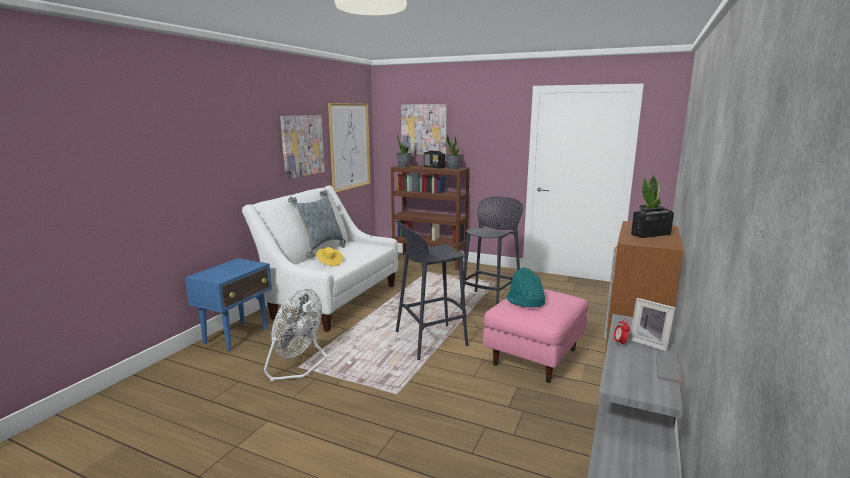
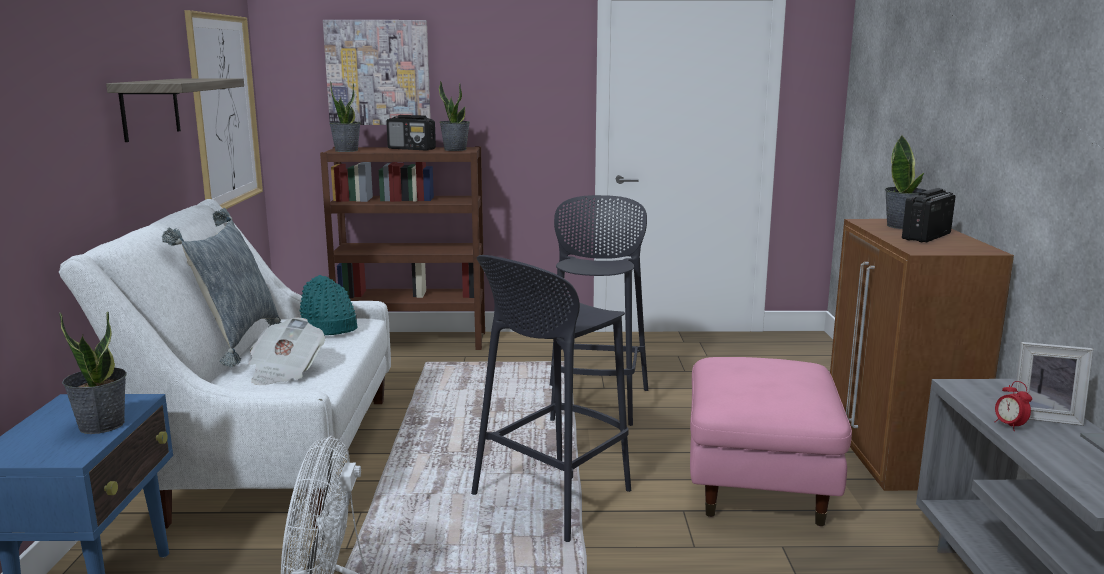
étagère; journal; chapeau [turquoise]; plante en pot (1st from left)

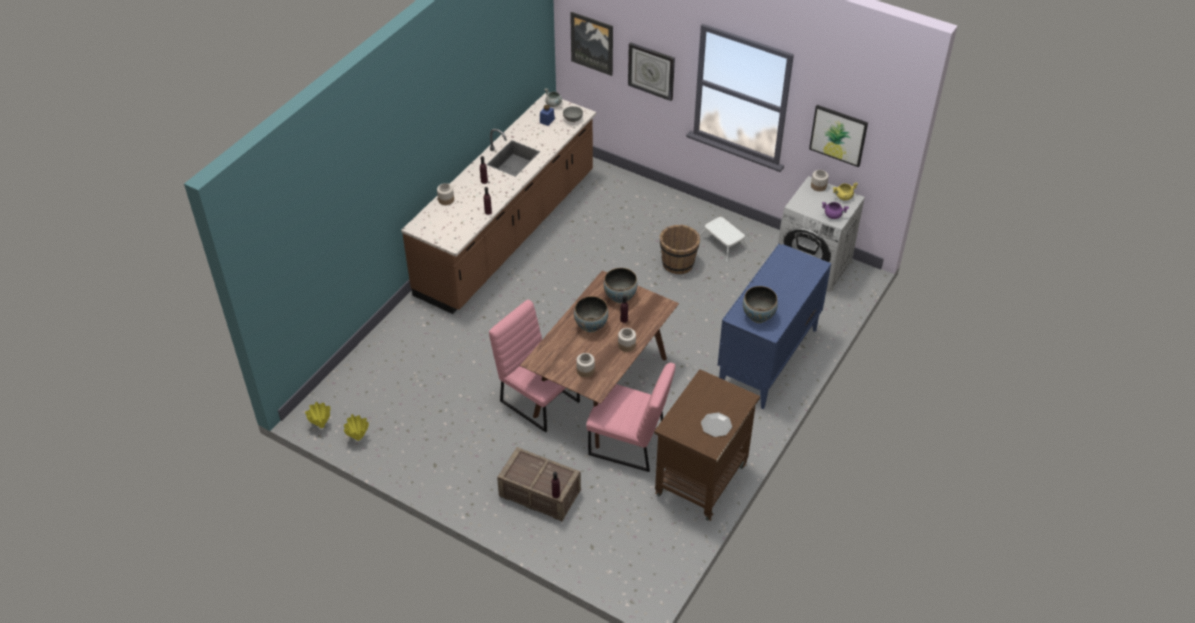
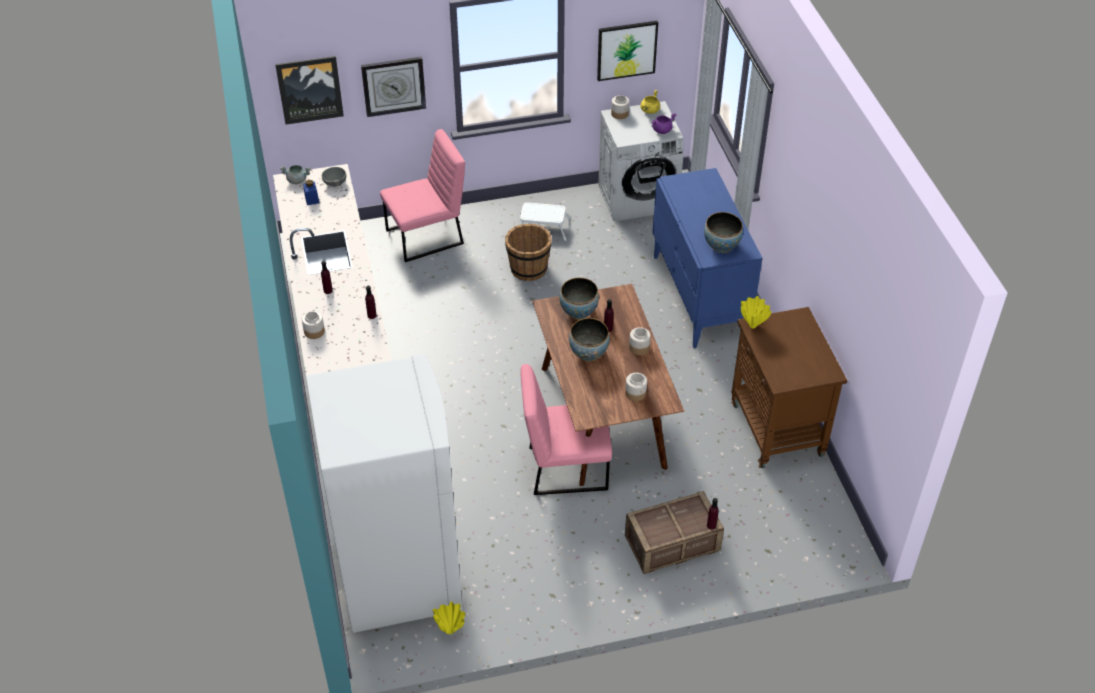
vase [jaune] (2nd from left); chaise [rose] (1st from left); assiette; réfrigérateur [blanc]

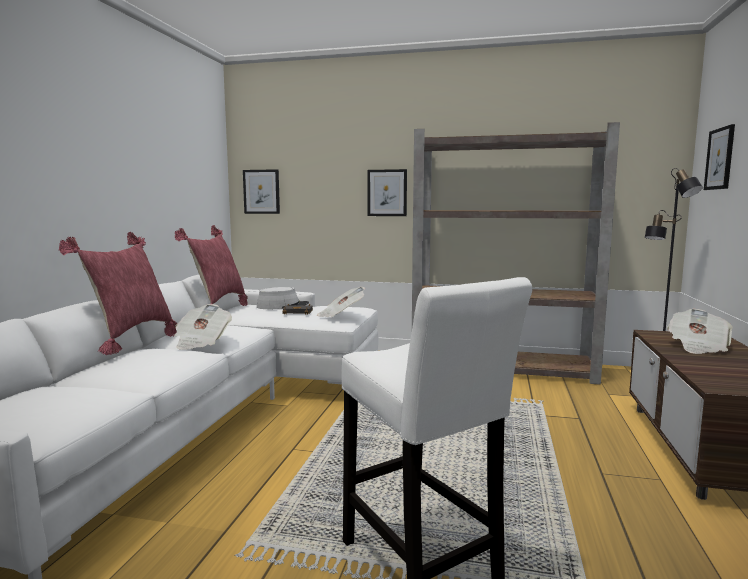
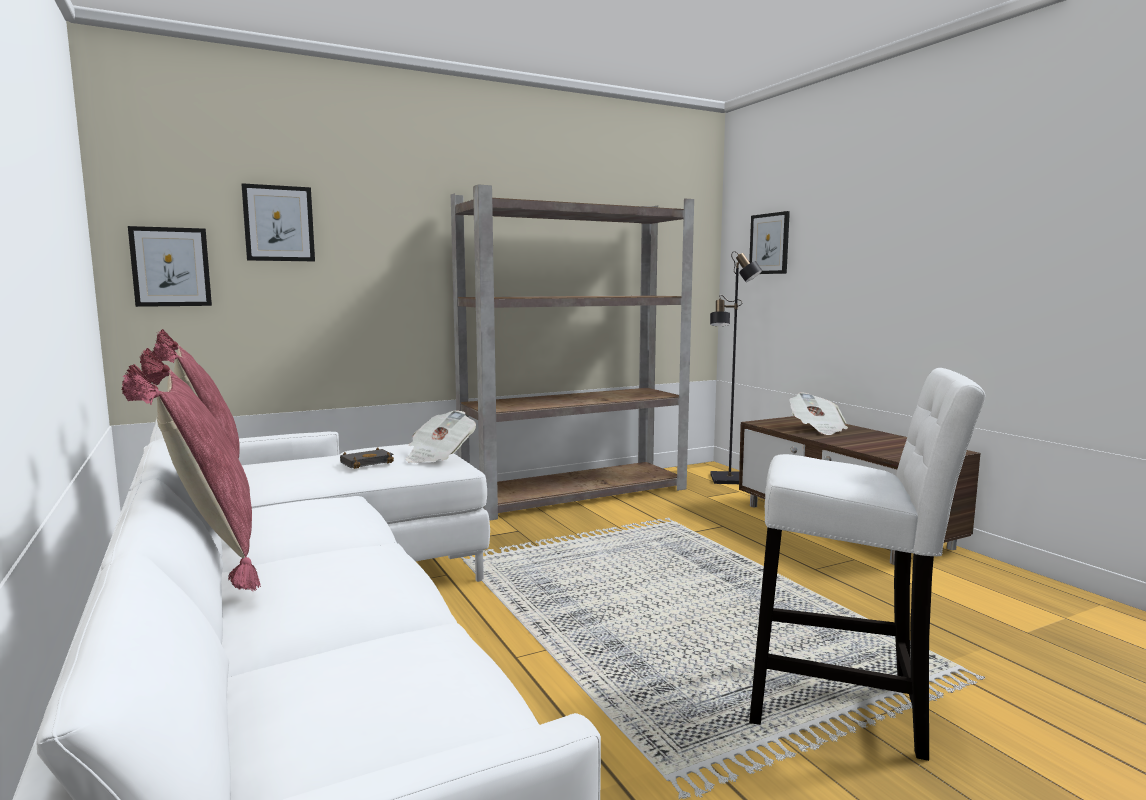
journal (1st from left in the first image); chapeau [gris]; tableau (2nd from left)

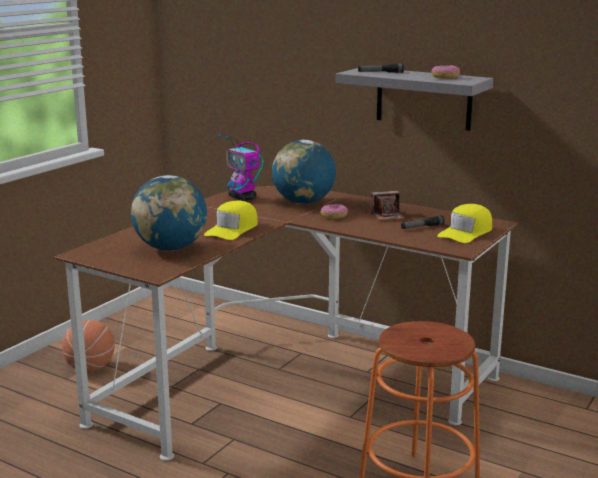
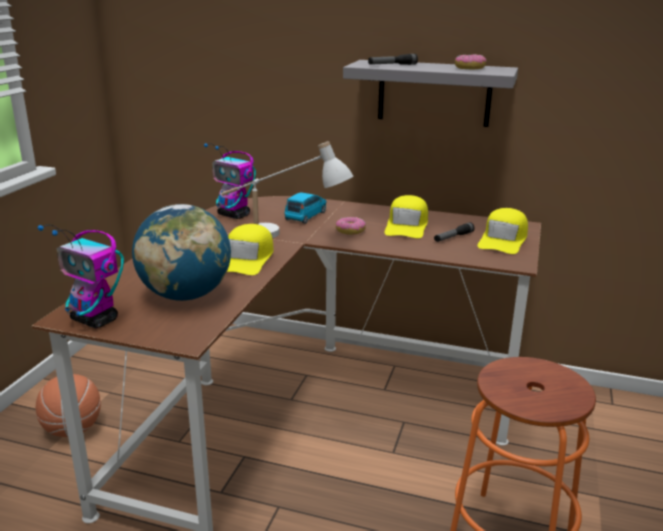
petite voiture [bleu]; casquette [jaune] (2nd from left); robot jouet (1st from left); lampe de table [blanc]

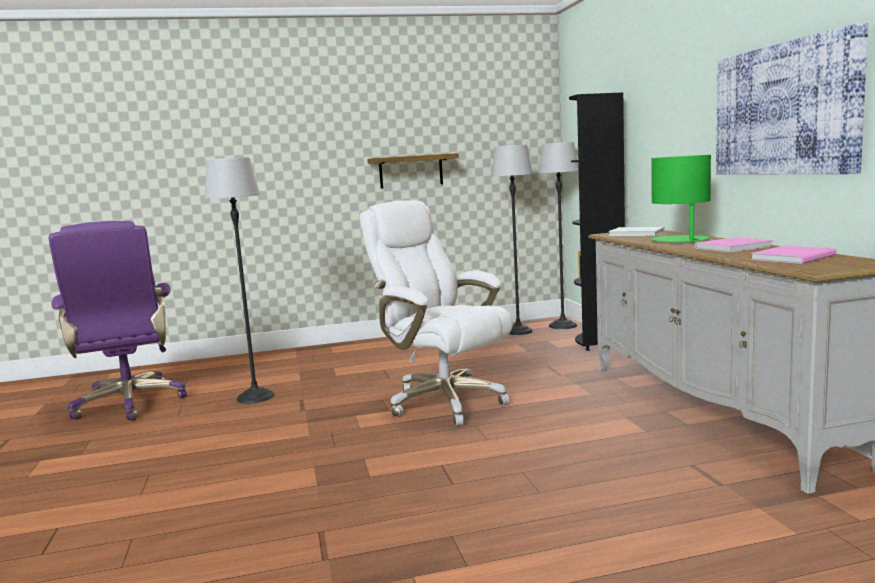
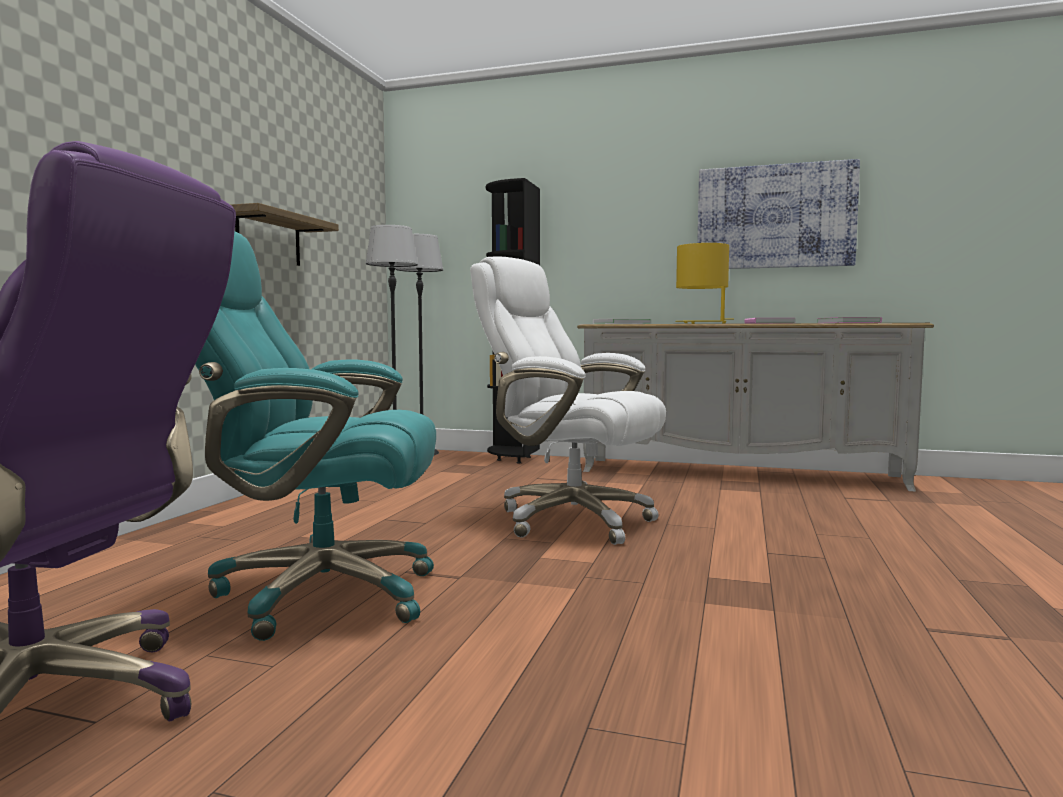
chaise de bureau [turquoise]; chaise de bureau [blanc]; lampe de table [jaune]

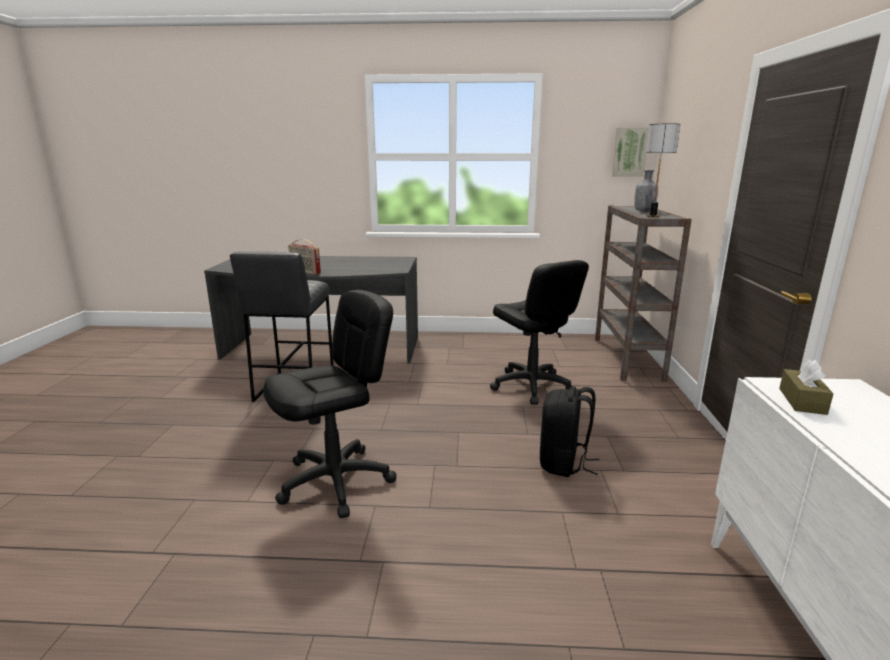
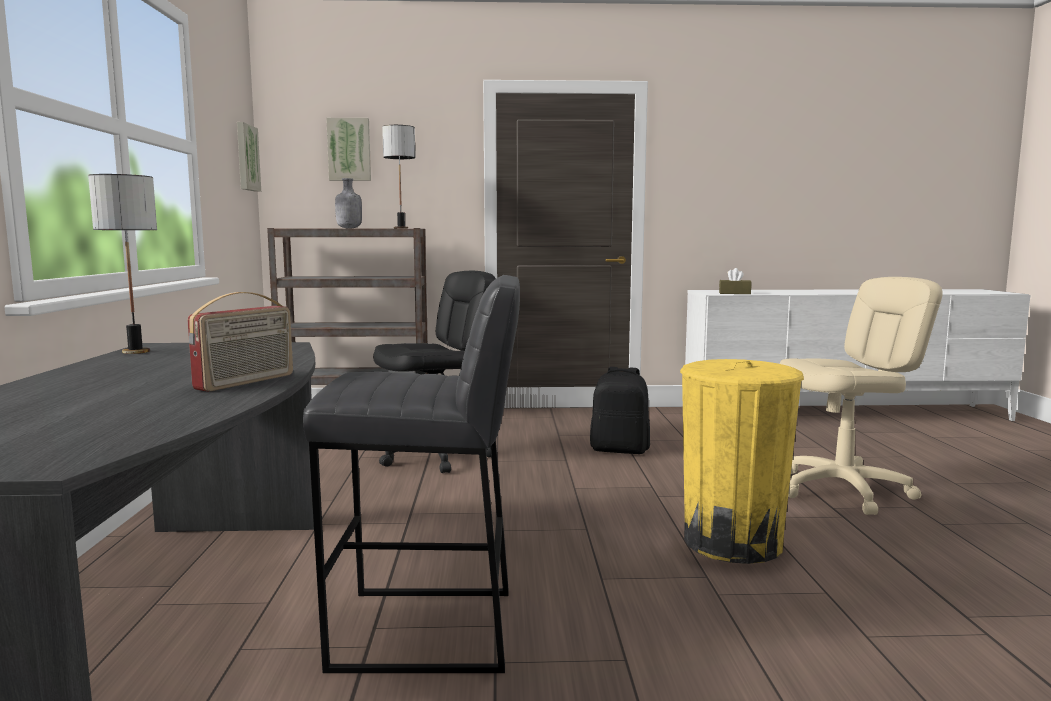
poubelle [jaune]; lampe de table (1st from left); tableau (2nd from left); chaise de bureau [beige]

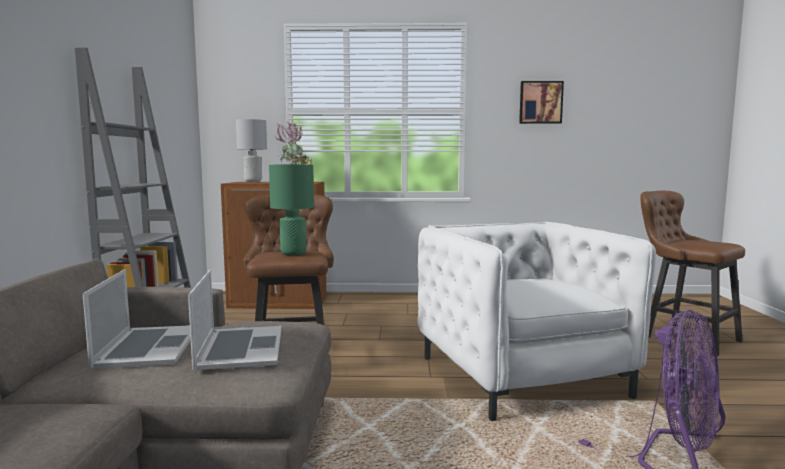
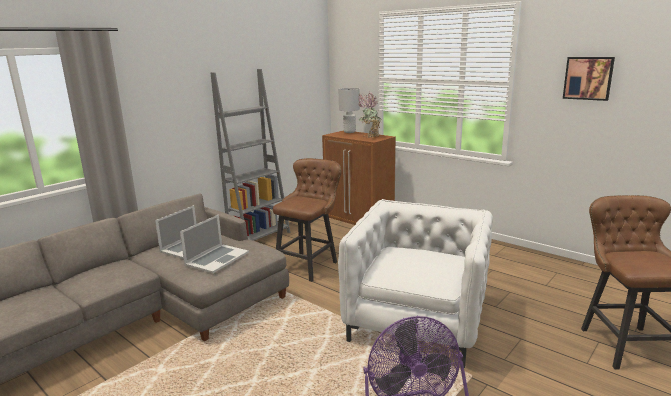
lampe de table [vert]

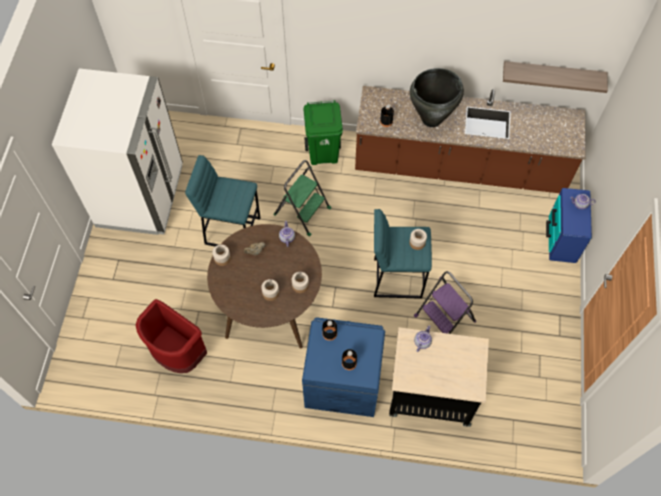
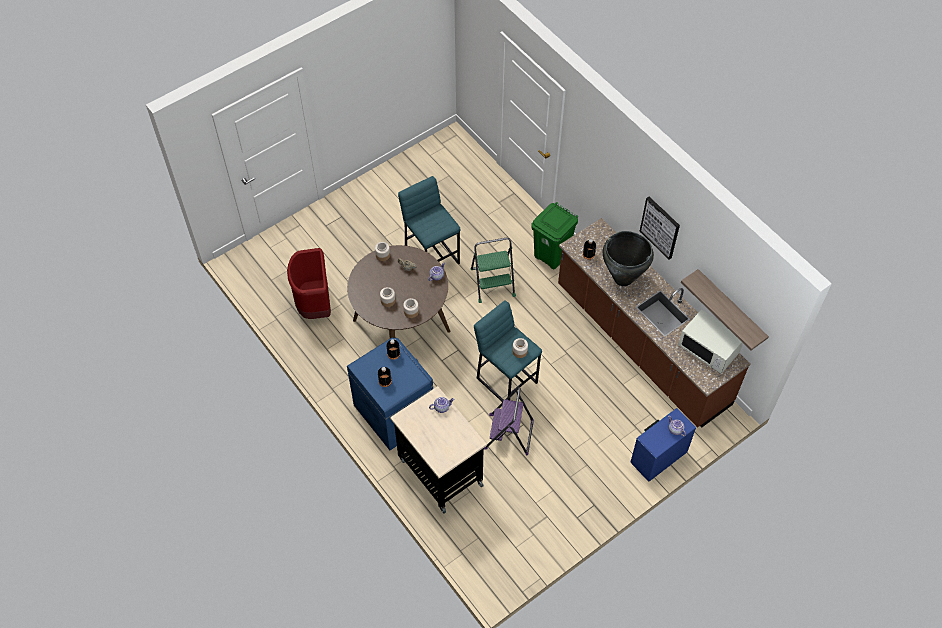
réfrigérateur [blanc]; tableau; micro-ondes [blanc]

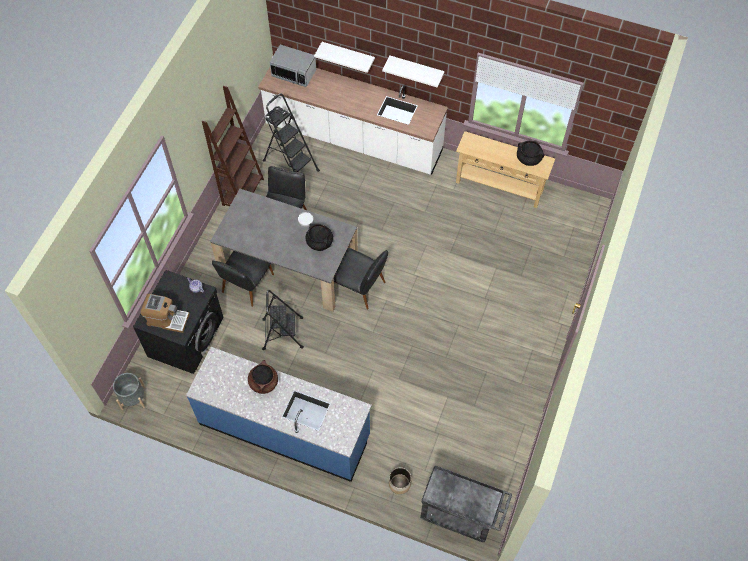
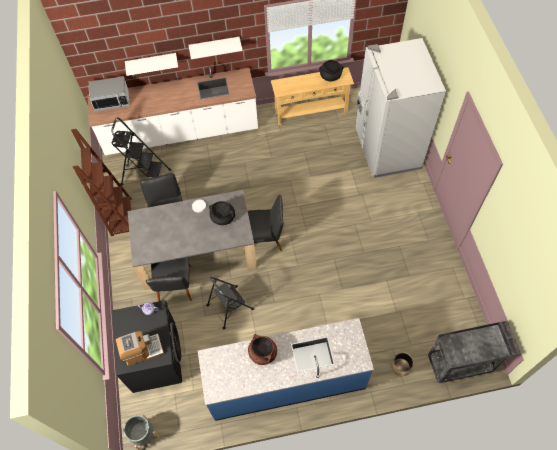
réfrigérateur [blanc]

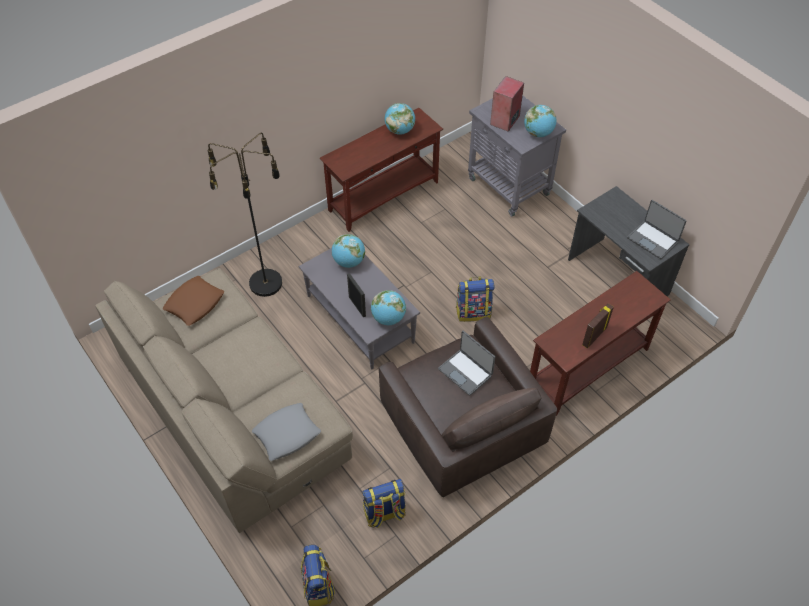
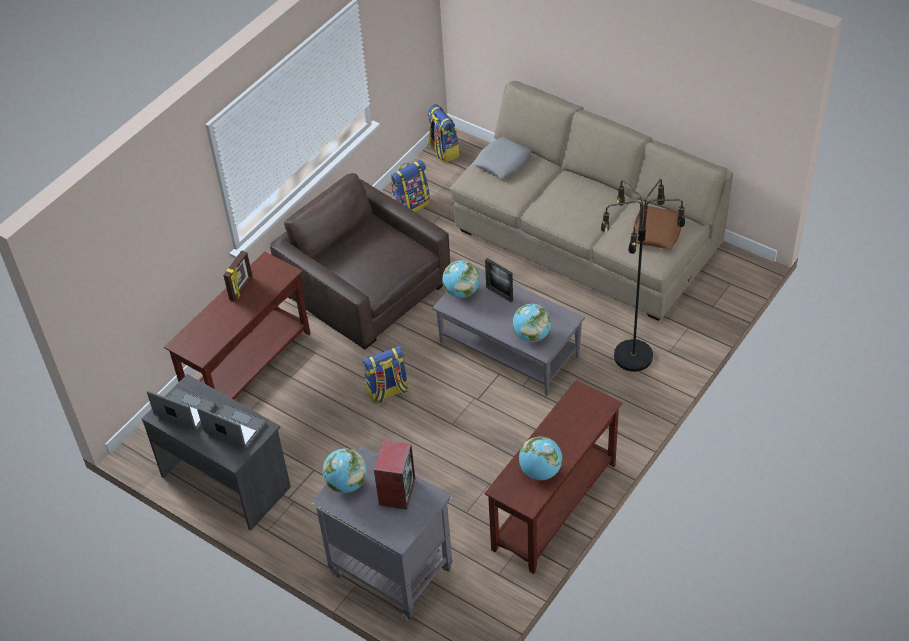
ordinateur portable (2nd from left)

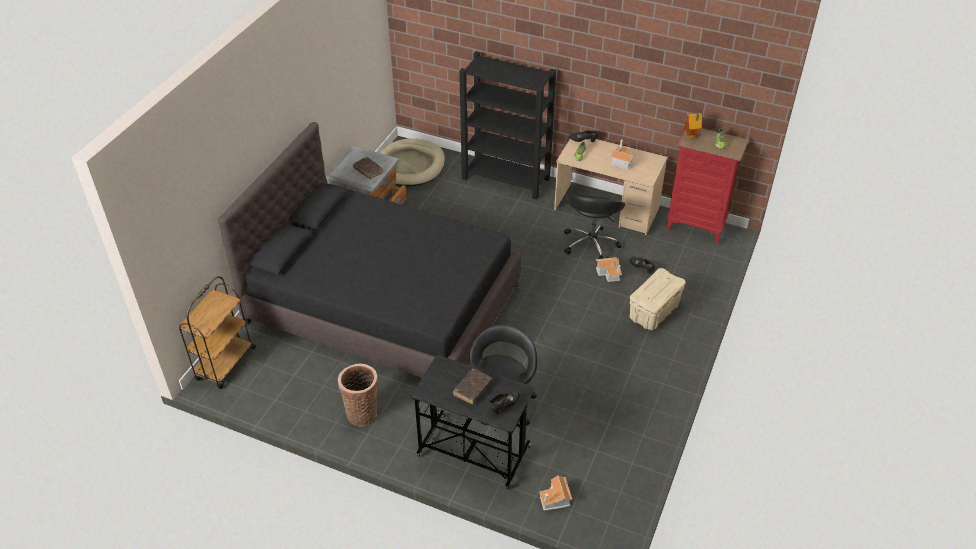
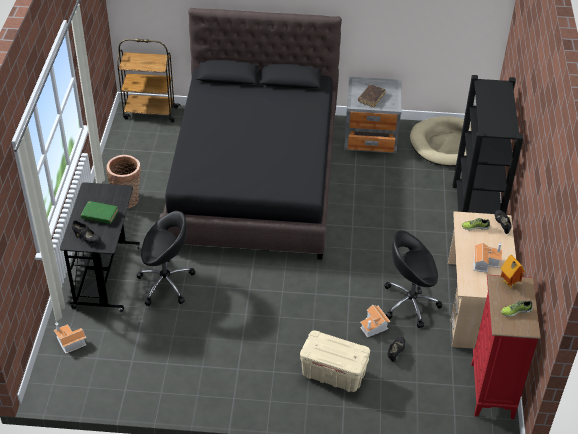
livre [vert]

